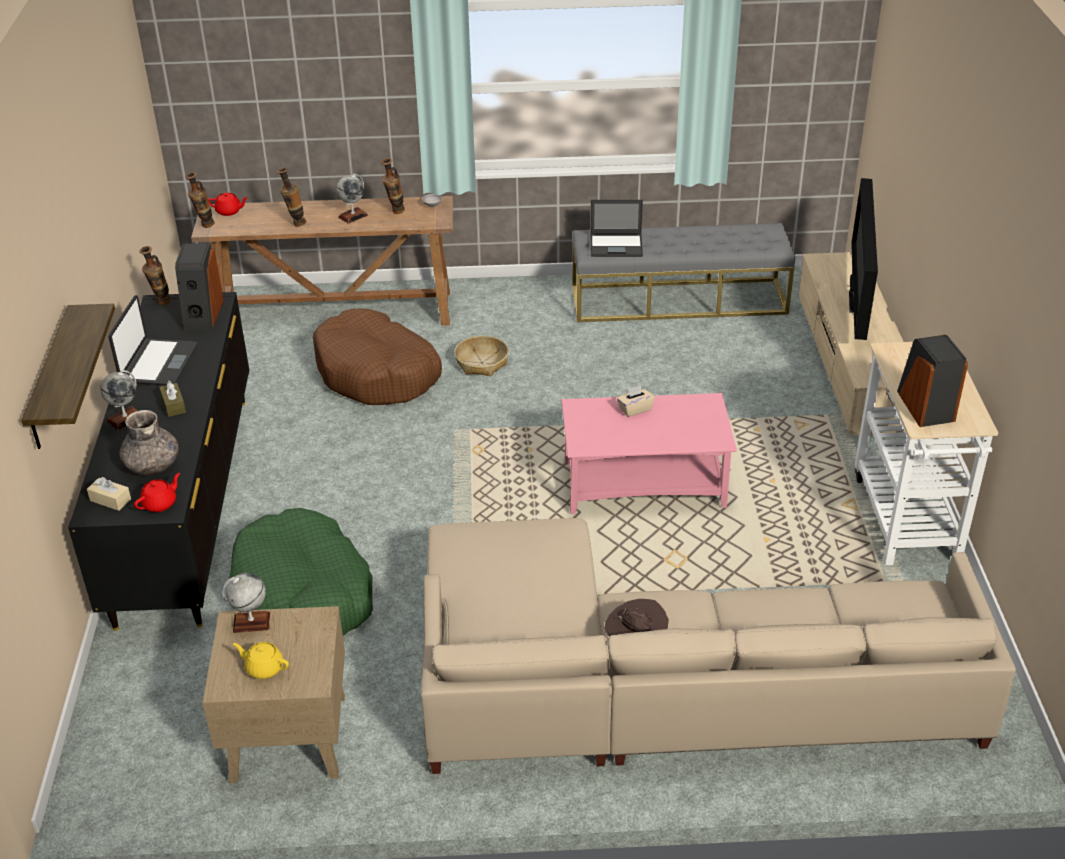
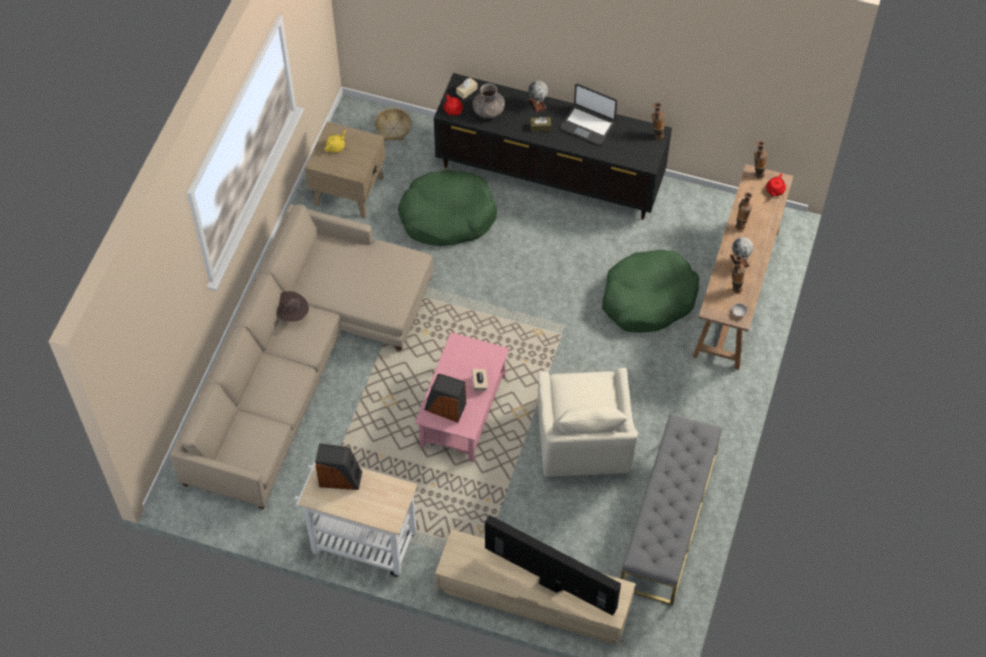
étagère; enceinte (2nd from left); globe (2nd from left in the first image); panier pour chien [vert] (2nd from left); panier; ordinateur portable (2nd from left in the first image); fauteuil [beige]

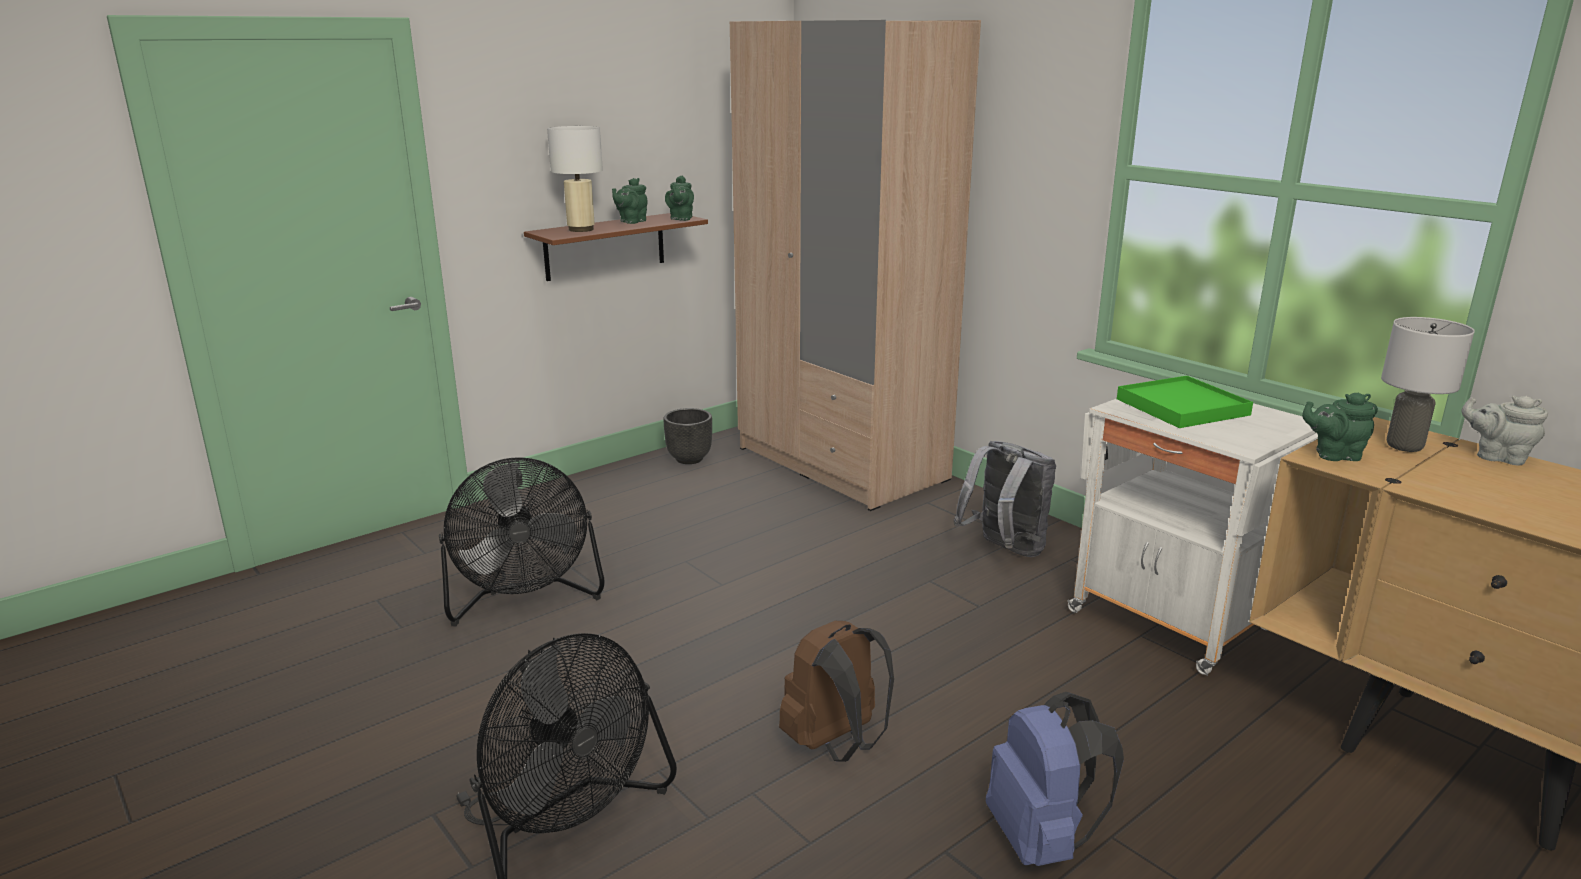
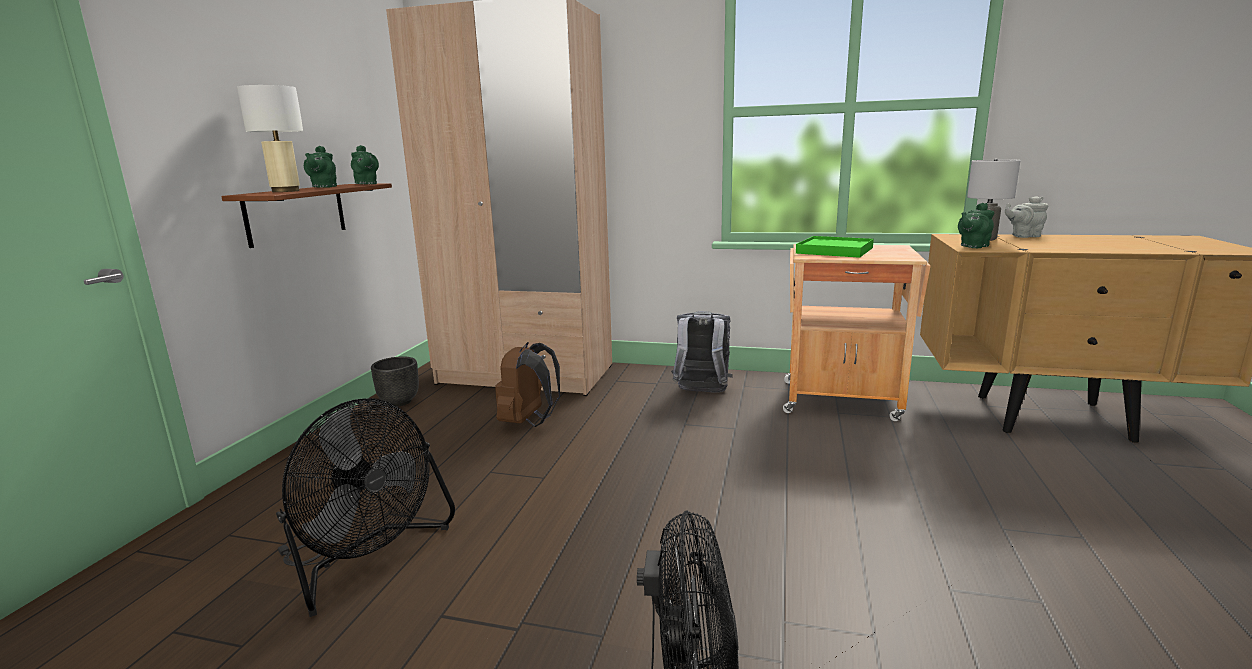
sac à dos [marron]; sac à dos [bleu]; chariot [marron]

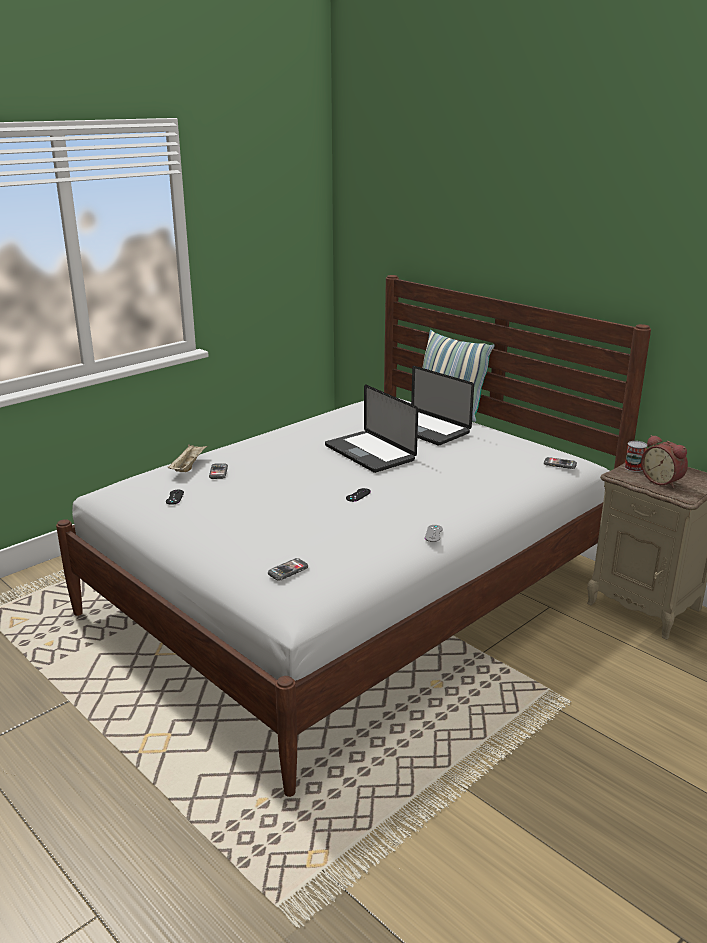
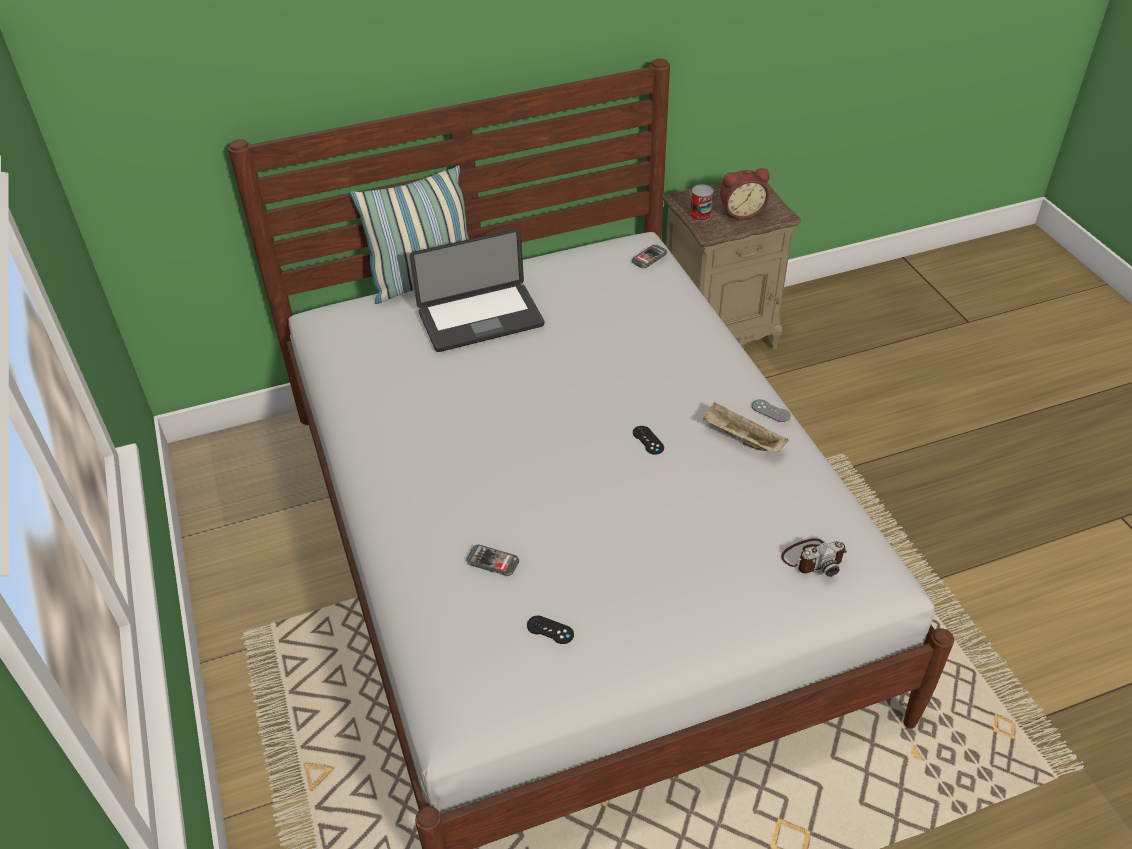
plateau [beige]; appareil photo; ordinateur portable (1st from left in the first image)

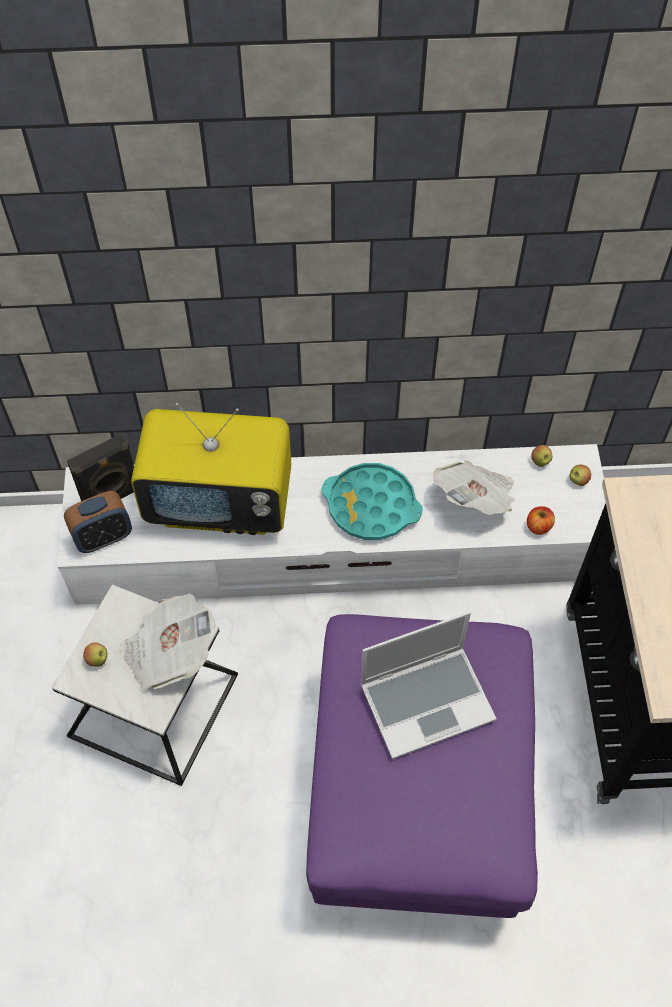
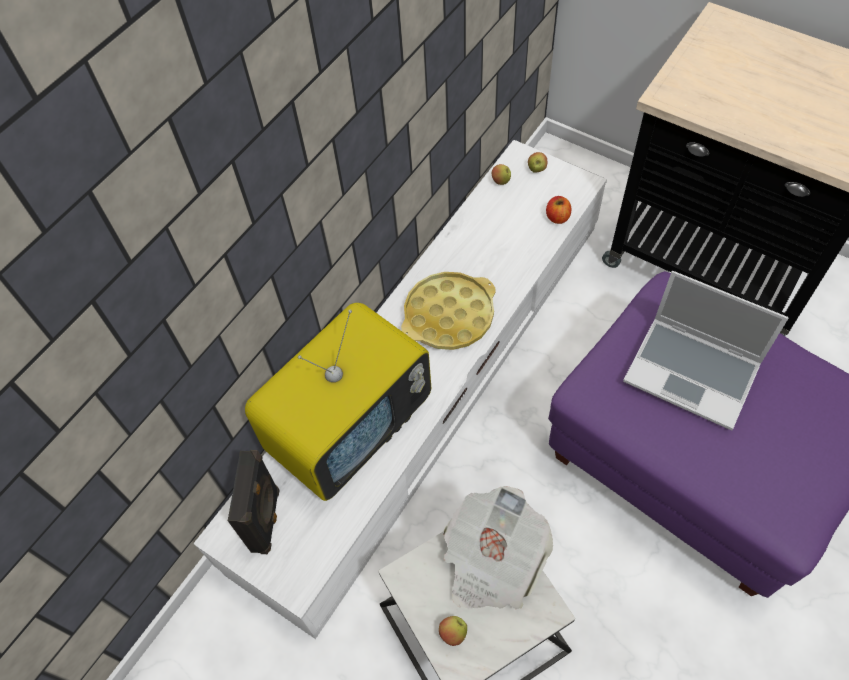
réveil; plateau [jaune]; ordinateur portable; journal (2nd from left in the first image)

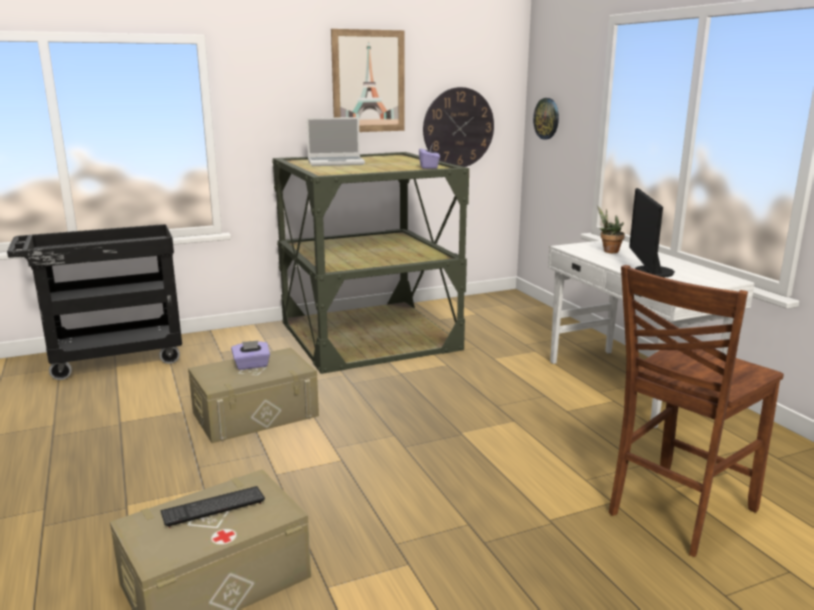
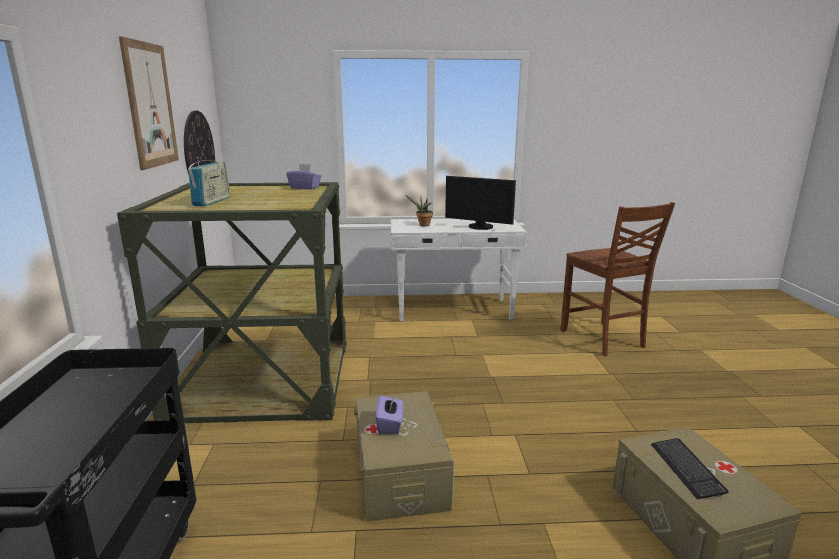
radio; horloge murale (2nd from left in the first image)

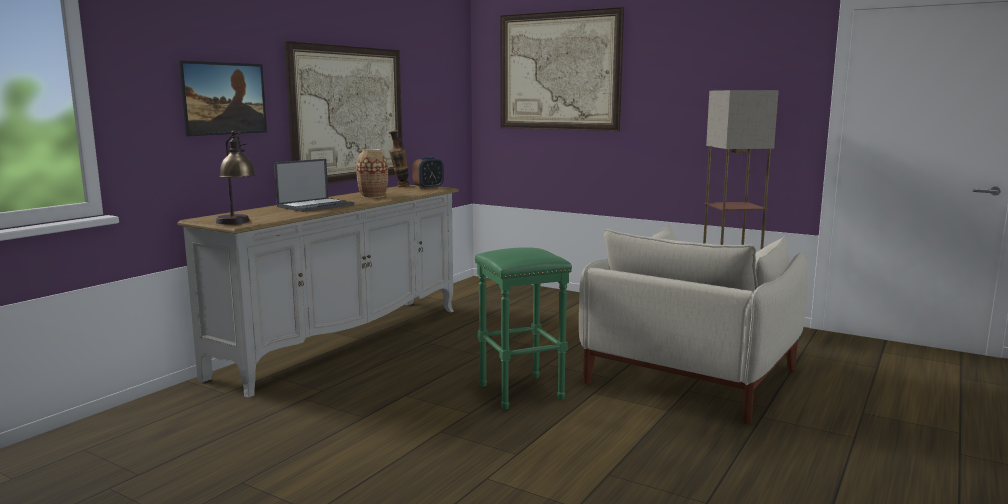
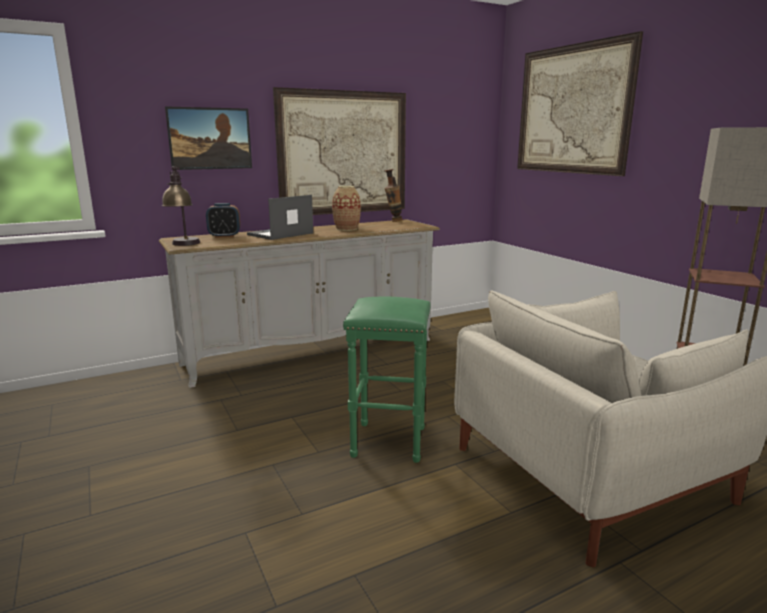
ordinateur portable; réveil

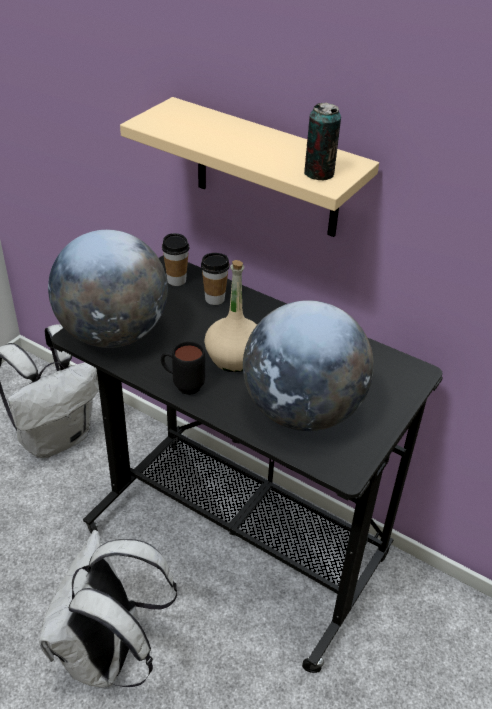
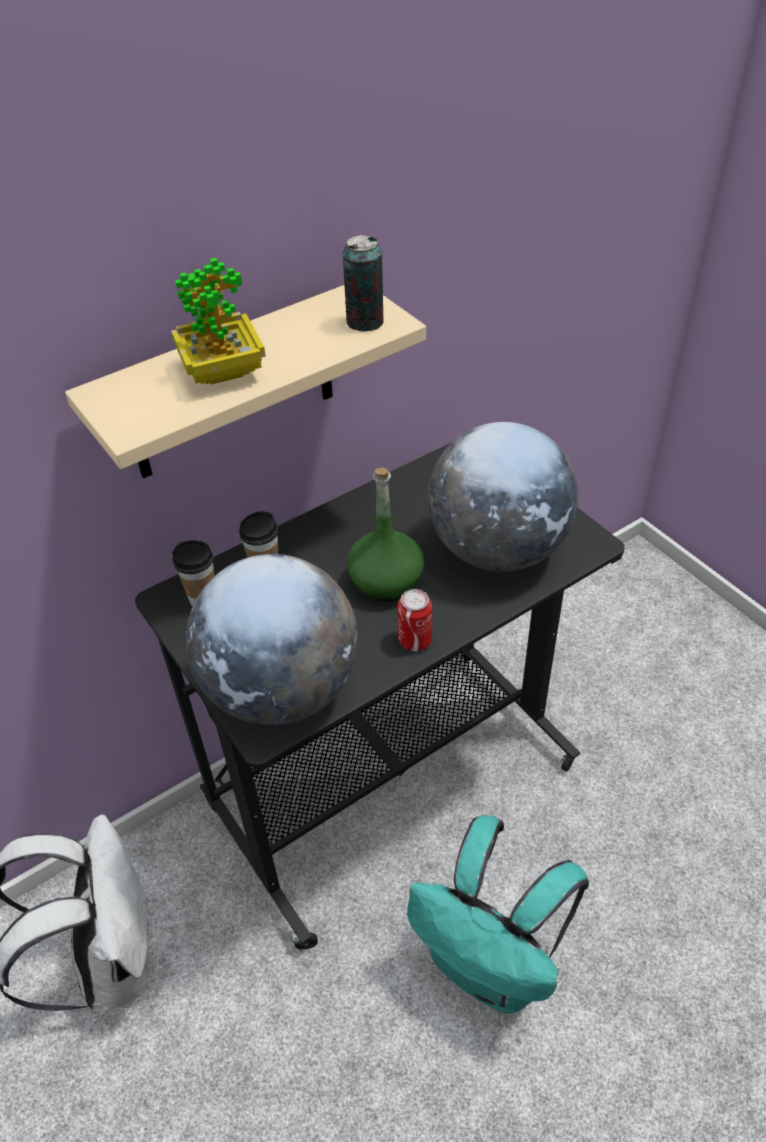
sac à dos [turquoise]; boîte métallique (2nd from left); bouteille [vert]; plante en pot

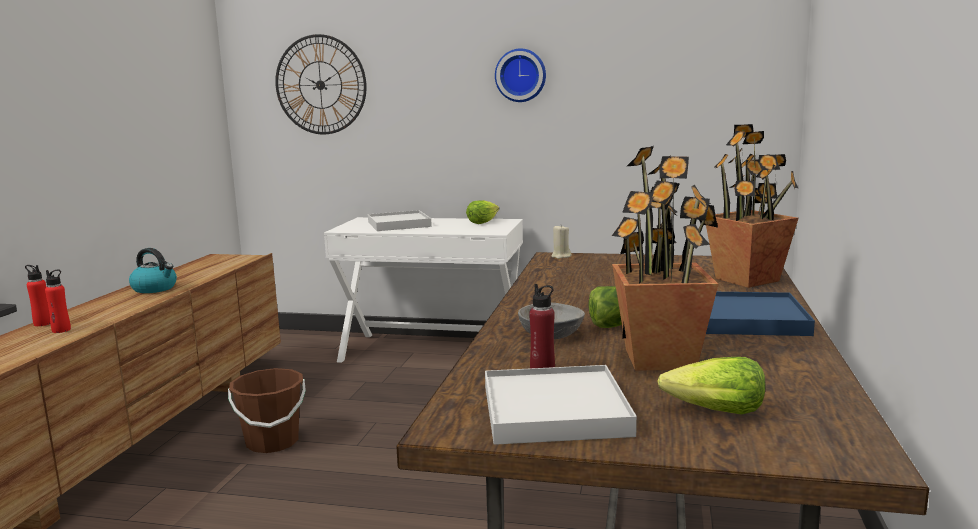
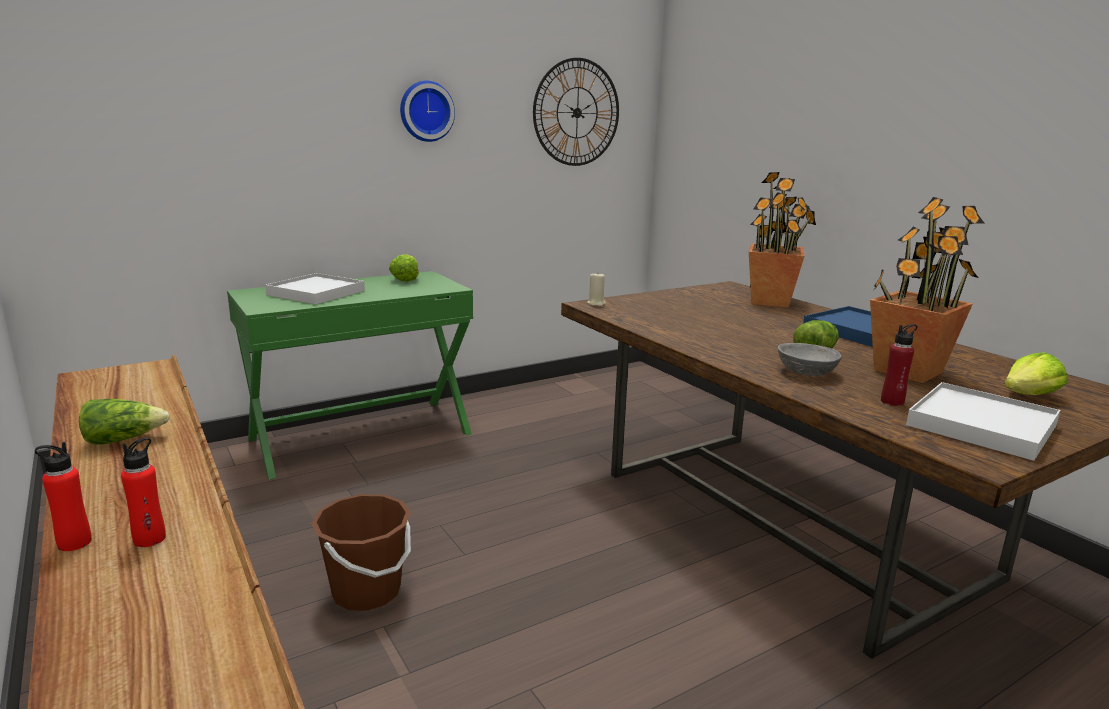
laitue (1st from left); horloge murale (2nd from left); table console [vert]

